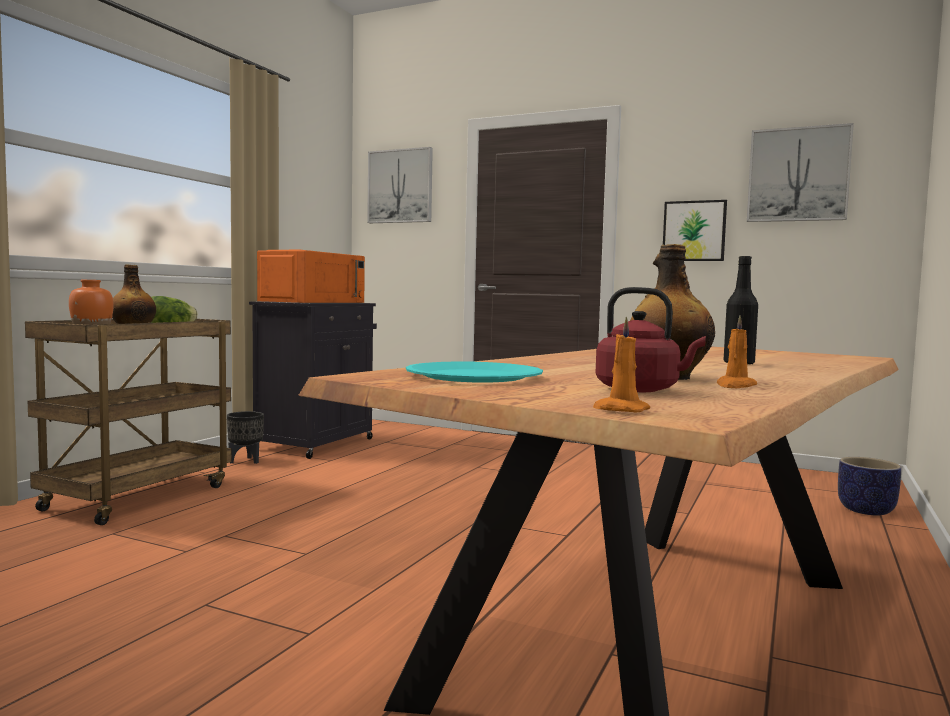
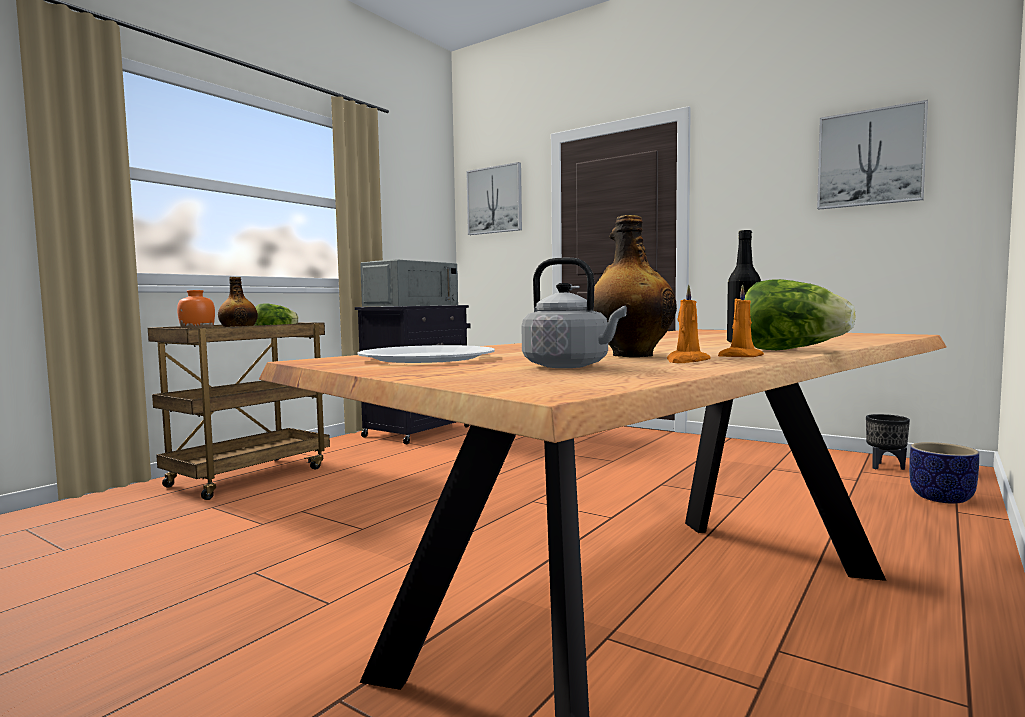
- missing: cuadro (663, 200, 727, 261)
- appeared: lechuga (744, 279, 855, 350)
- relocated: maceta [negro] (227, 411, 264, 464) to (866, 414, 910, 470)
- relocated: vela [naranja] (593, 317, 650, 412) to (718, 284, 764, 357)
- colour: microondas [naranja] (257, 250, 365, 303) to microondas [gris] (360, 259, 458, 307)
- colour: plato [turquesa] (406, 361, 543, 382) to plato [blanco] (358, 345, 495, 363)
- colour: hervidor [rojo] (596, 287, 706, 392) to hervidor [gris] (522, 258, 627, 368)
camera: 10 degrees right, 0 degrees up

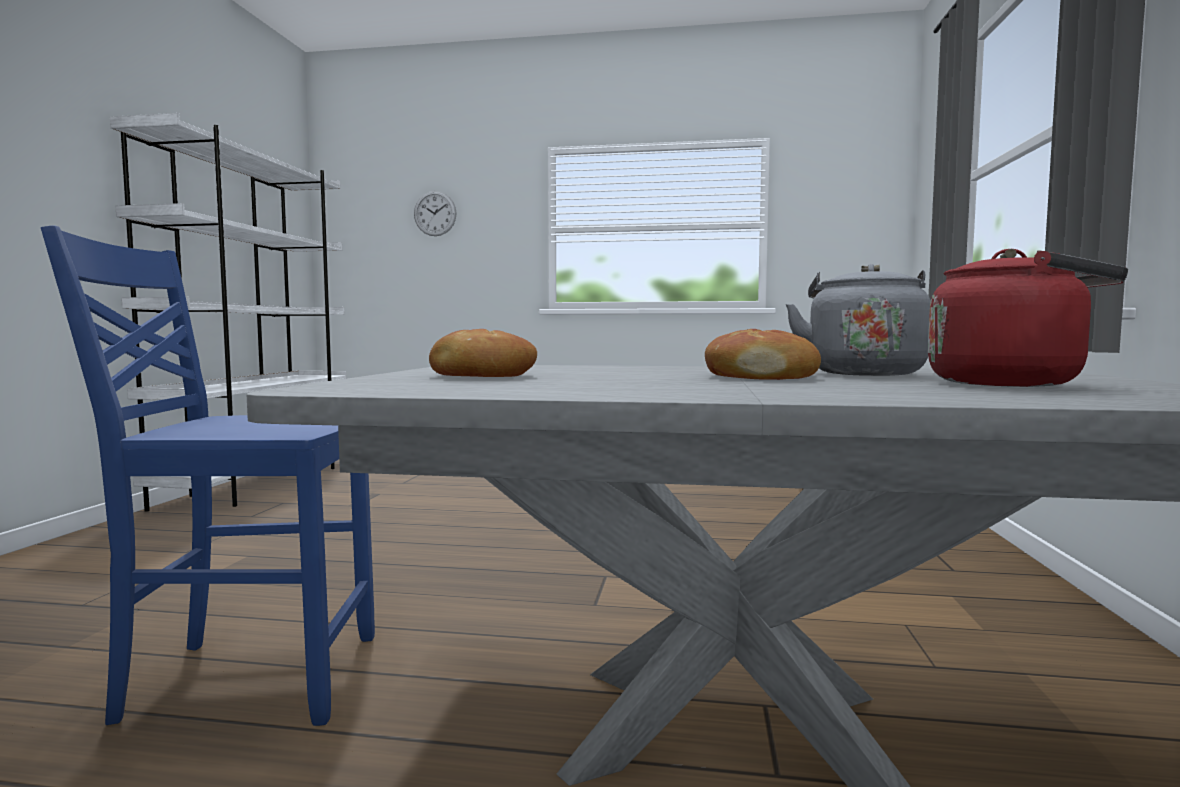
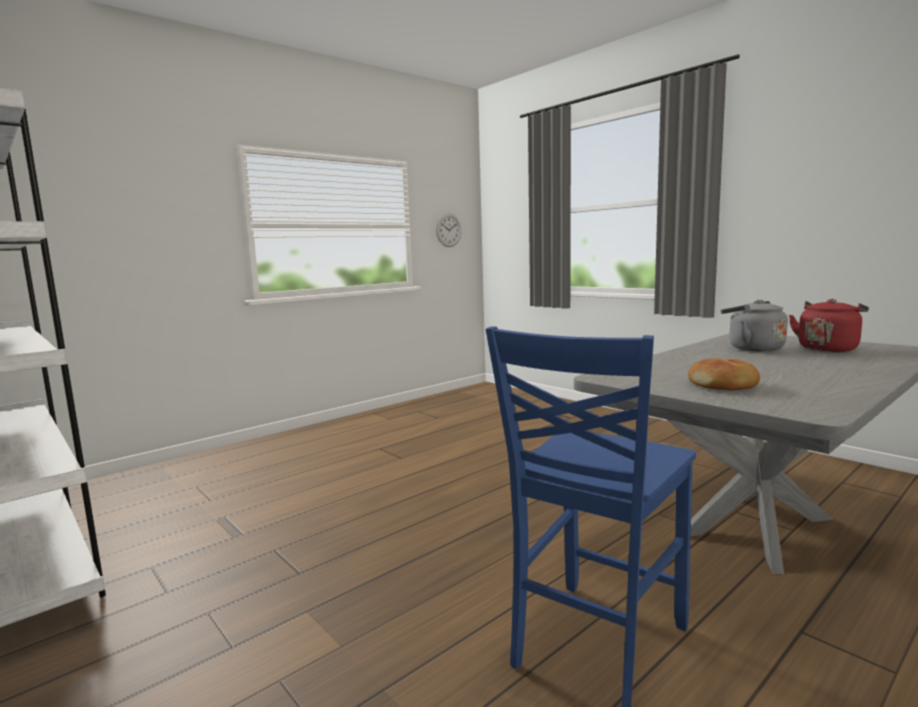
- missing: pan (705, 329, 821, 380)
- relocated: reloj de pared (414, 191, 457, 236) to (436, 213, 461, 247)
camera: 50 degrees left, 5 degrees up

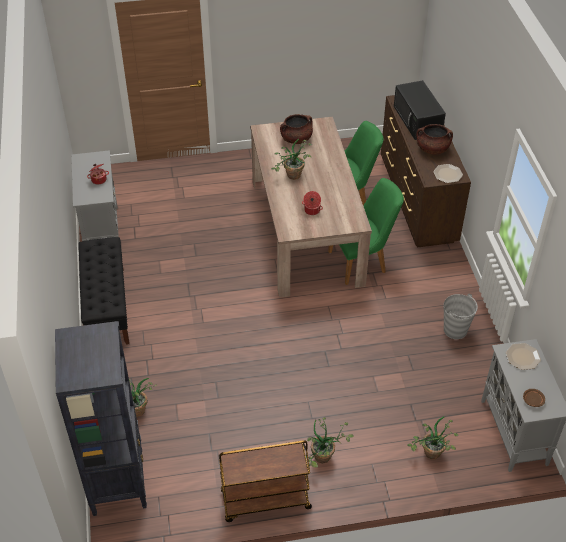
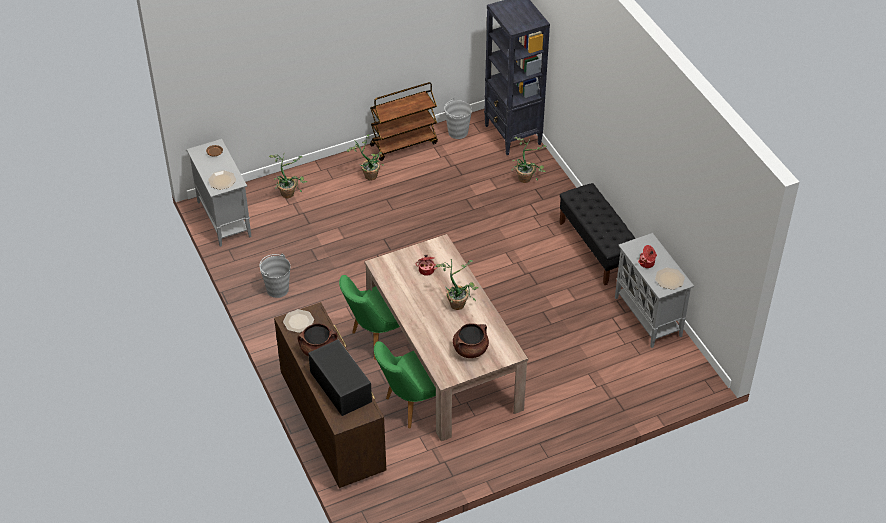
- appeared: cubo [gris] (444, 98, 472, 139)
- appeared: plato (655, 268, 685, 290)
camera: 165 degrees right, 0 degrees up

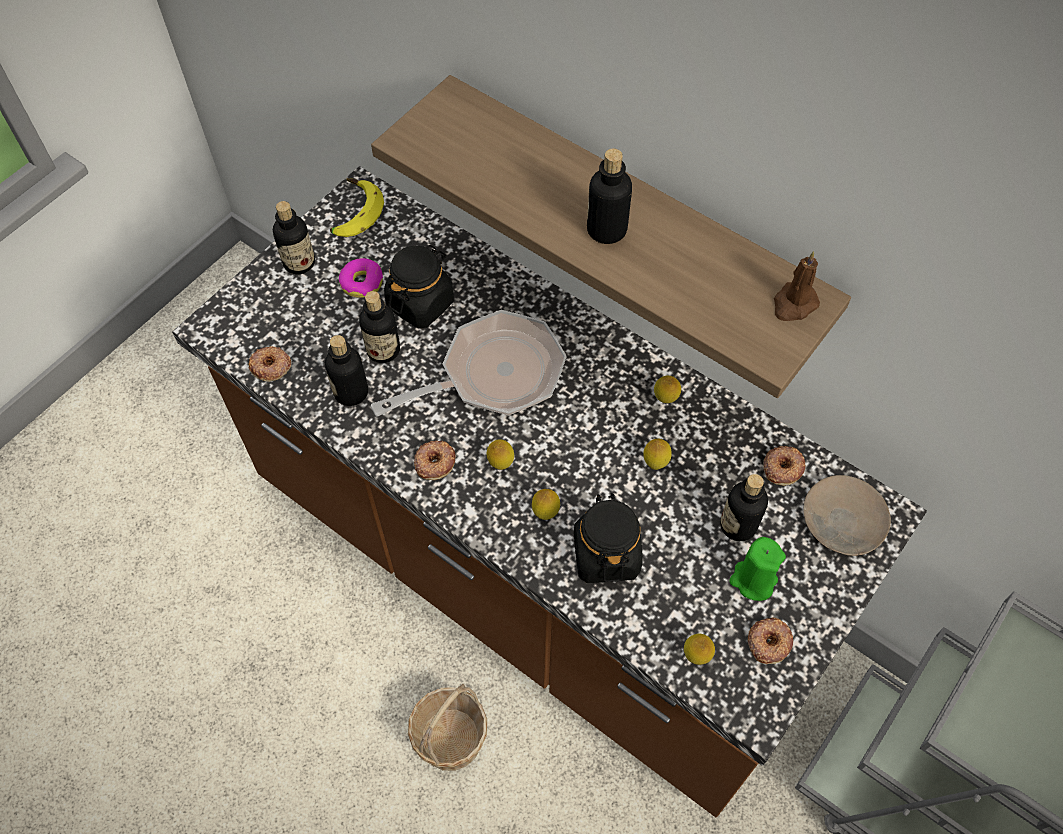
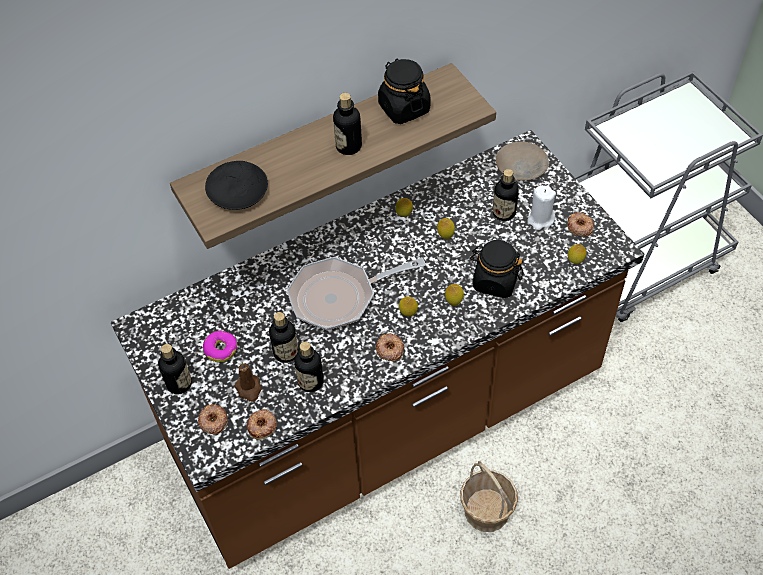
- missing: plátano (330, 178, 384, 237)
- appeared: plato [negro] (205, 161, 268, 210)
- relocated: tarro [negro] (384, 245, 454, 328) to (378, 58, 430, 124)
- relocated: rosquilla (763, 446, 806, 486) to (198, 404, 228, 435)
- relocated: vela [marrón] (774, 251, 820, 321) to (234, 362, 261, 402)
- colour: vela [verde] (729, 537, 786, 601) to vela [blanco] (527, 186, 556, 230)
- spun: sartén (371, 310, 567, 417) = (287, 257, 426, 330) 105 degrees counterclockwise
camera: 65 degrees left, 5 degrees down

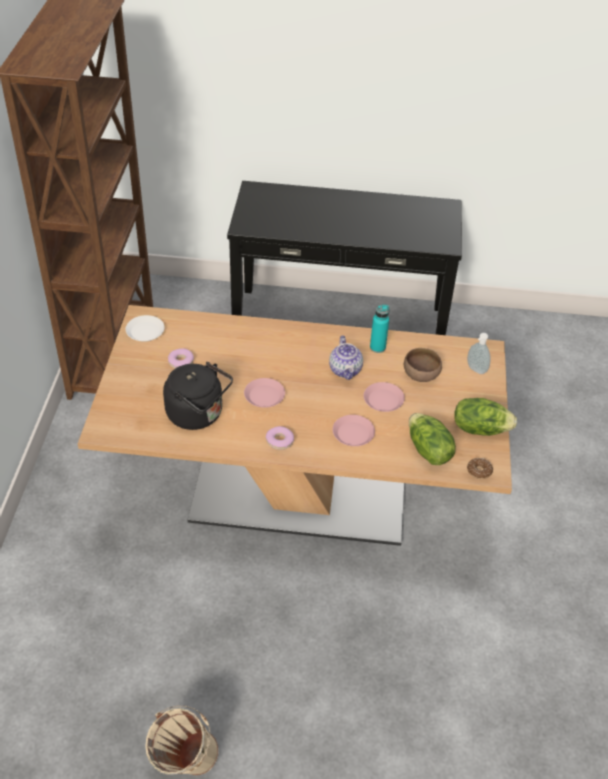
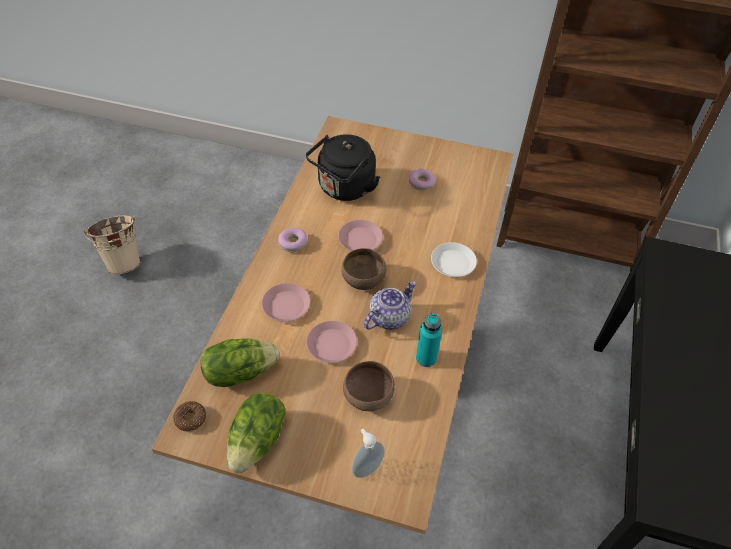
- appeared: cuenco [marrón] (341, 248, 386, 290)
- relocated: plato [blanco] (125, 315, 164, 342) to (431, 242, 477, 277)
- spun: tetera (329, 336, 363, 380) = (364, 281, 416, 330) 135 degrees clockwise
camera: 100 degrees right, 5 degrees up

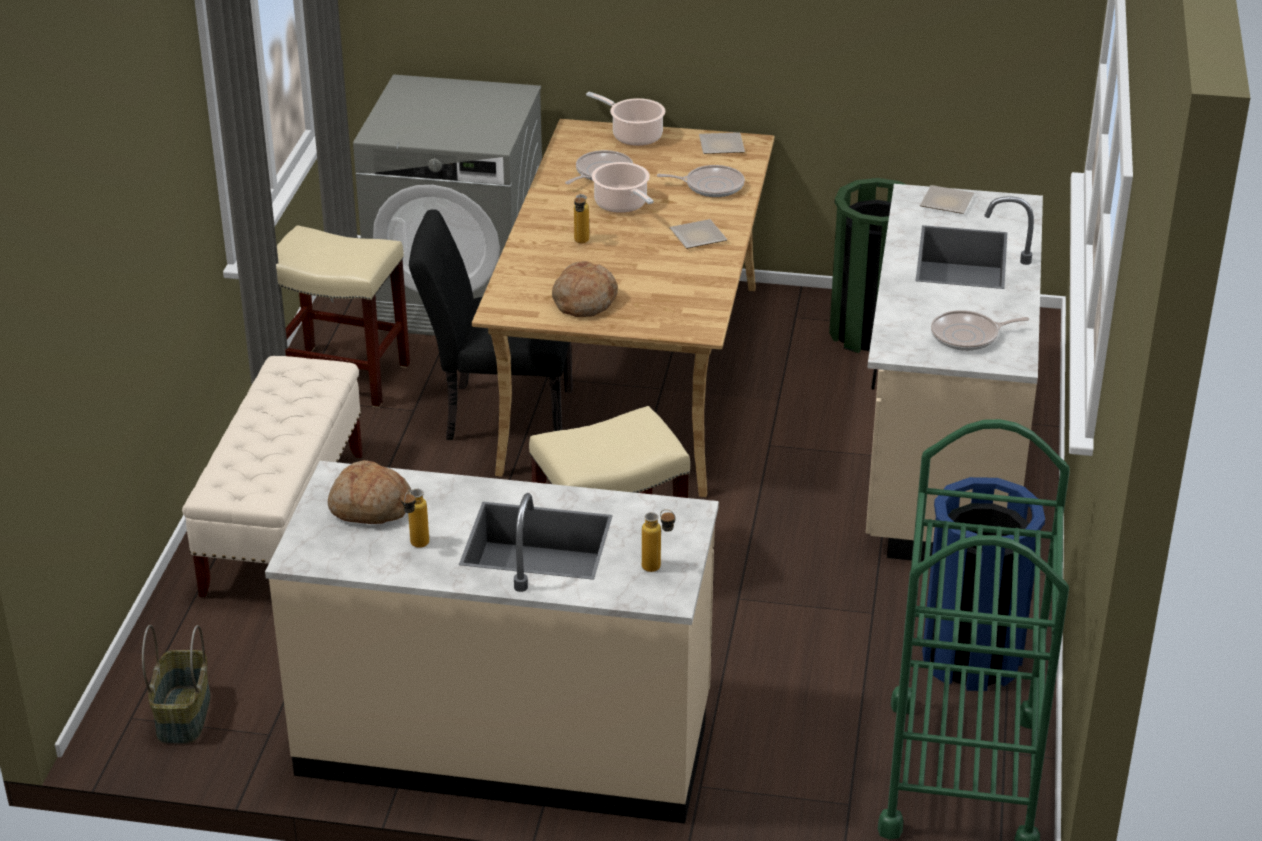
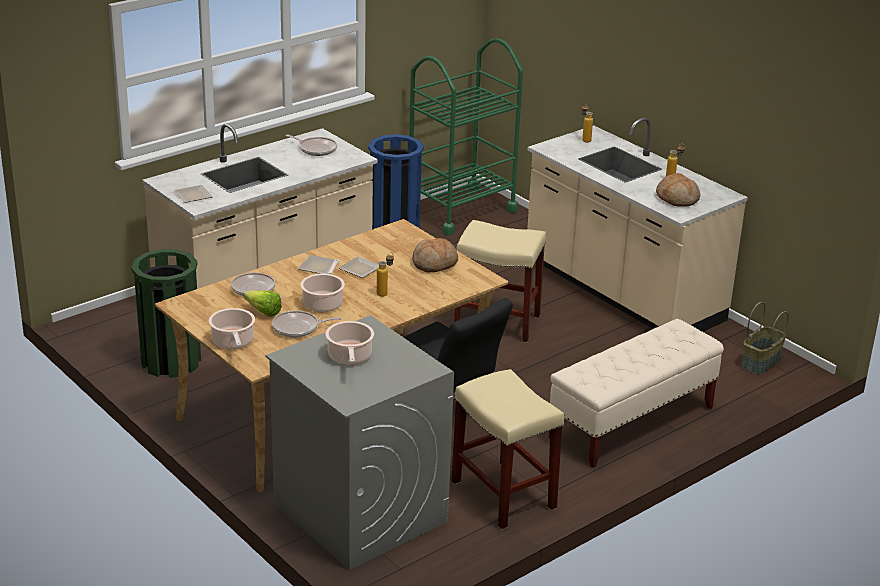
- appeared: lechuga (243, 290, 282, 317)
- appeared: olla (325, 321, 374, 365)
- relocated: plato (699, 132, 745, 154) to (338, 256, 379, 278)
camera: 140 degrees left, 5 degrees down

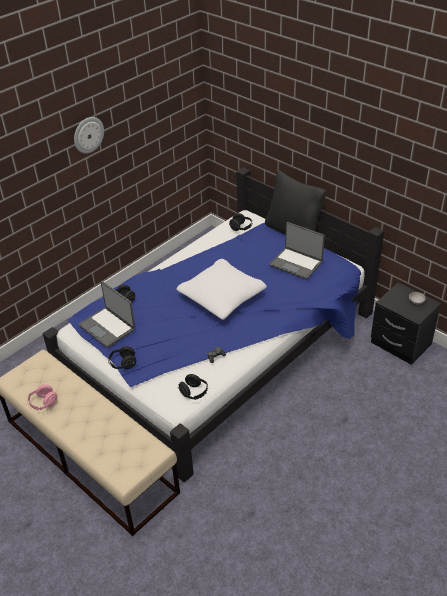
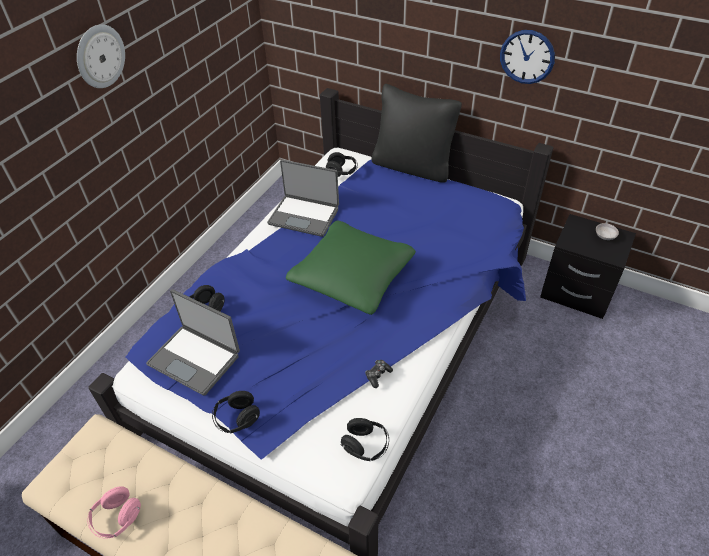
- appeared: reloj de pared (500, 30, 555, 84)
- relocated: portátil (269, 222, 325, 280) to (267, 160, 339, 237)
- colour: cojín [blanco] (177, 259, 267, 320) to cojín [verde] (286, 221, 416, 315)
camera: 15 degrees left, 5 degrees up

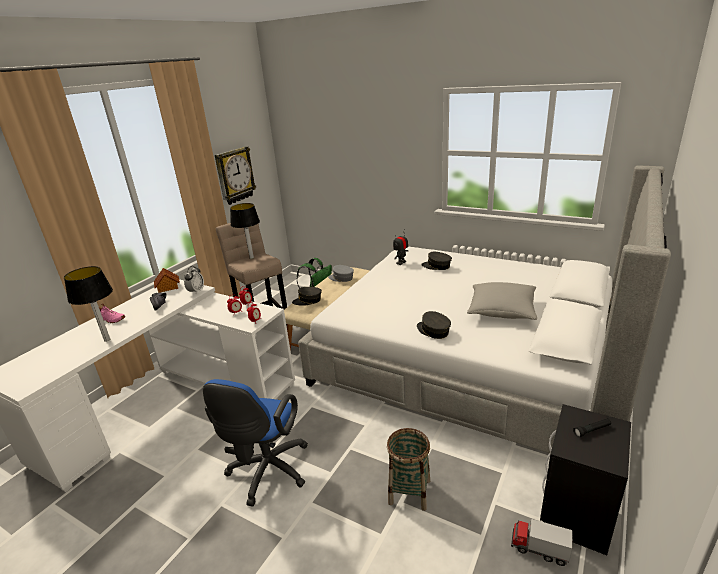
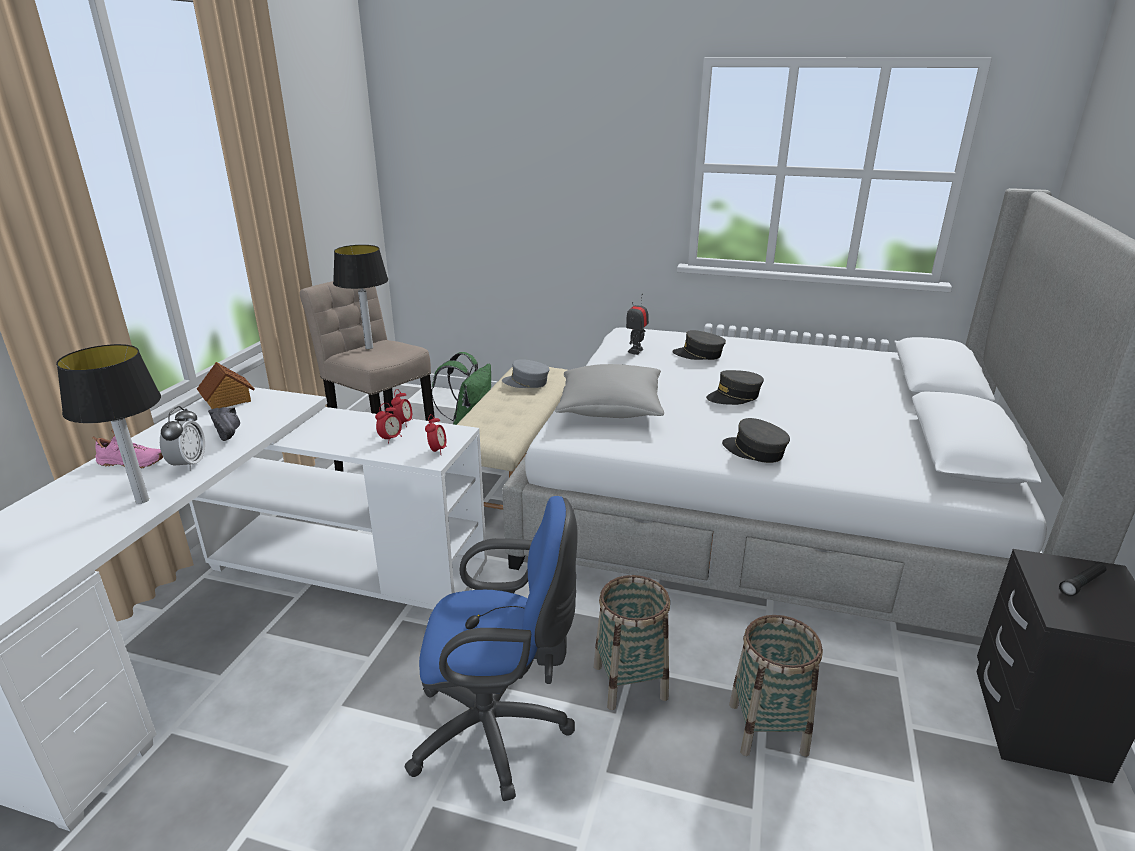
- missing: reloj de pared (215, 146, 256, 205)
- missing: camión de juguete (511, 519, 572, 566)
- appeared: cesta (594, 575, 670, 710)
- relocated: despertador (184, 266, 204, 294) to (160, 406, 205, 471)
- relocated: gorra [gris] (292, 287, 322, 306) to (706, 370, 764, 405)
- relocated: cojín [gris] (467, 282, 537, 320) to (555, 364, 664, 418)
- spun: silla de oficina [azul] (203, 379, 308, 506) = (405, 496, 578, 801) 90 degrees counterclockwise
camera: 15 degrees left, 0 degrees up

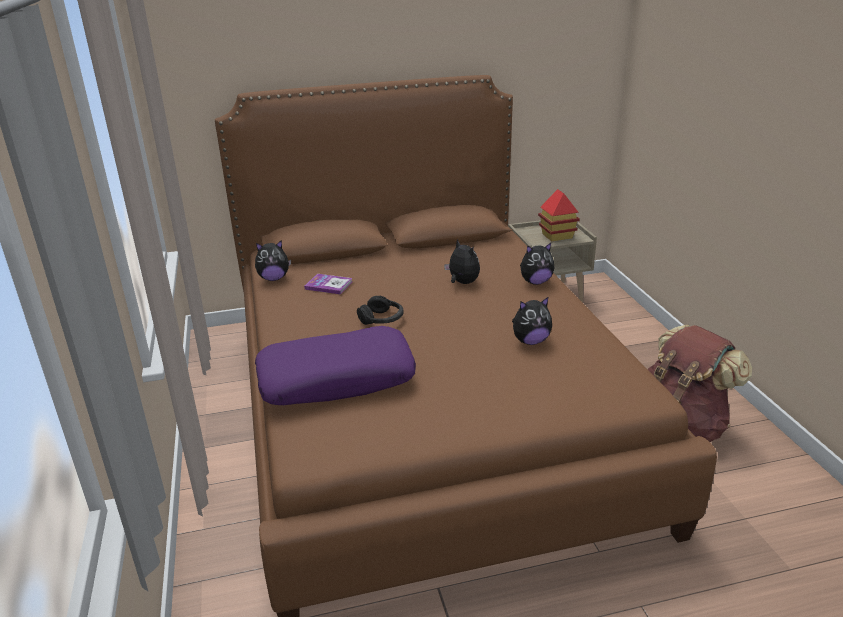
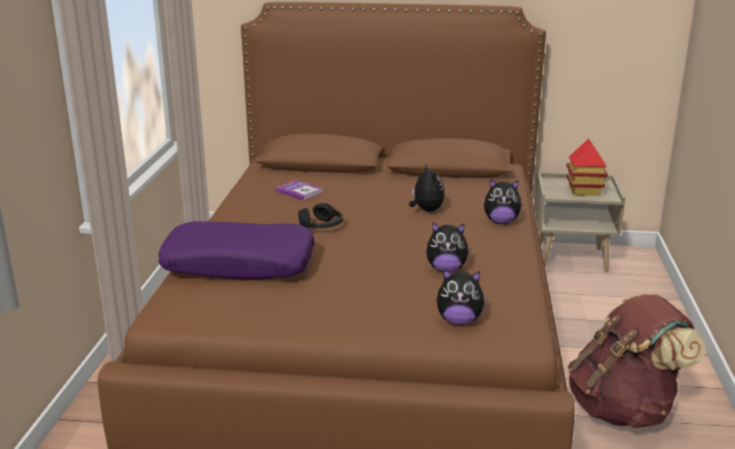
- relocated: peluche (255, 240, 291, 281) to (436, 269, 488, 325)
camera: 20 degrees right, 5 degrees down

